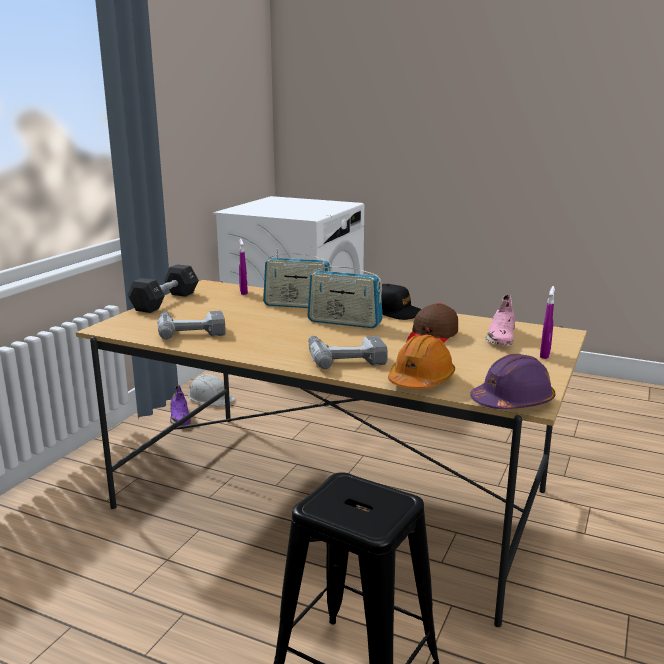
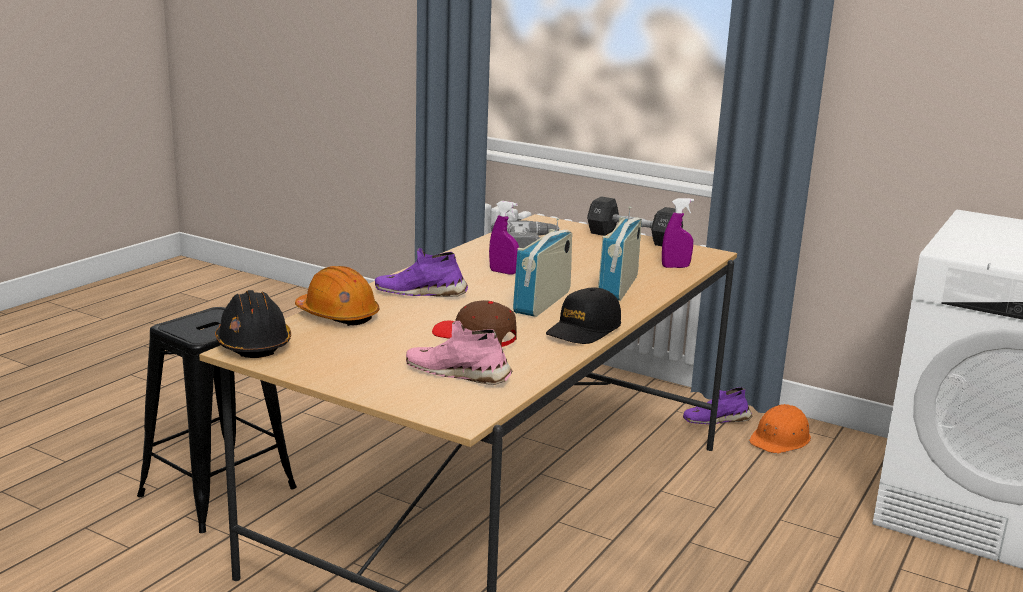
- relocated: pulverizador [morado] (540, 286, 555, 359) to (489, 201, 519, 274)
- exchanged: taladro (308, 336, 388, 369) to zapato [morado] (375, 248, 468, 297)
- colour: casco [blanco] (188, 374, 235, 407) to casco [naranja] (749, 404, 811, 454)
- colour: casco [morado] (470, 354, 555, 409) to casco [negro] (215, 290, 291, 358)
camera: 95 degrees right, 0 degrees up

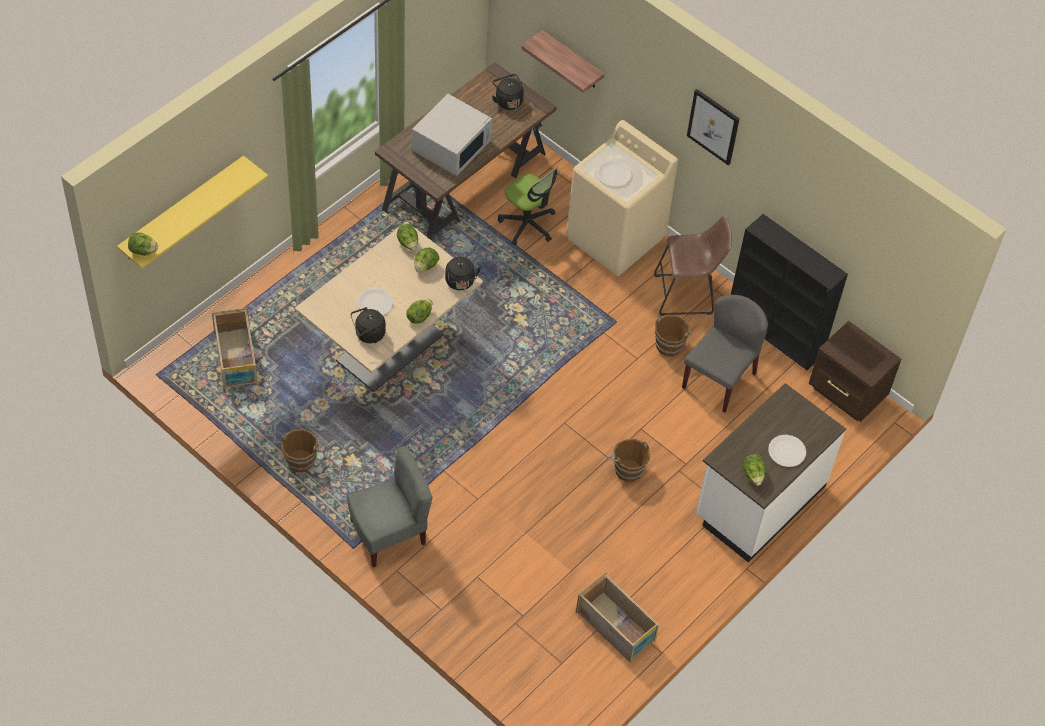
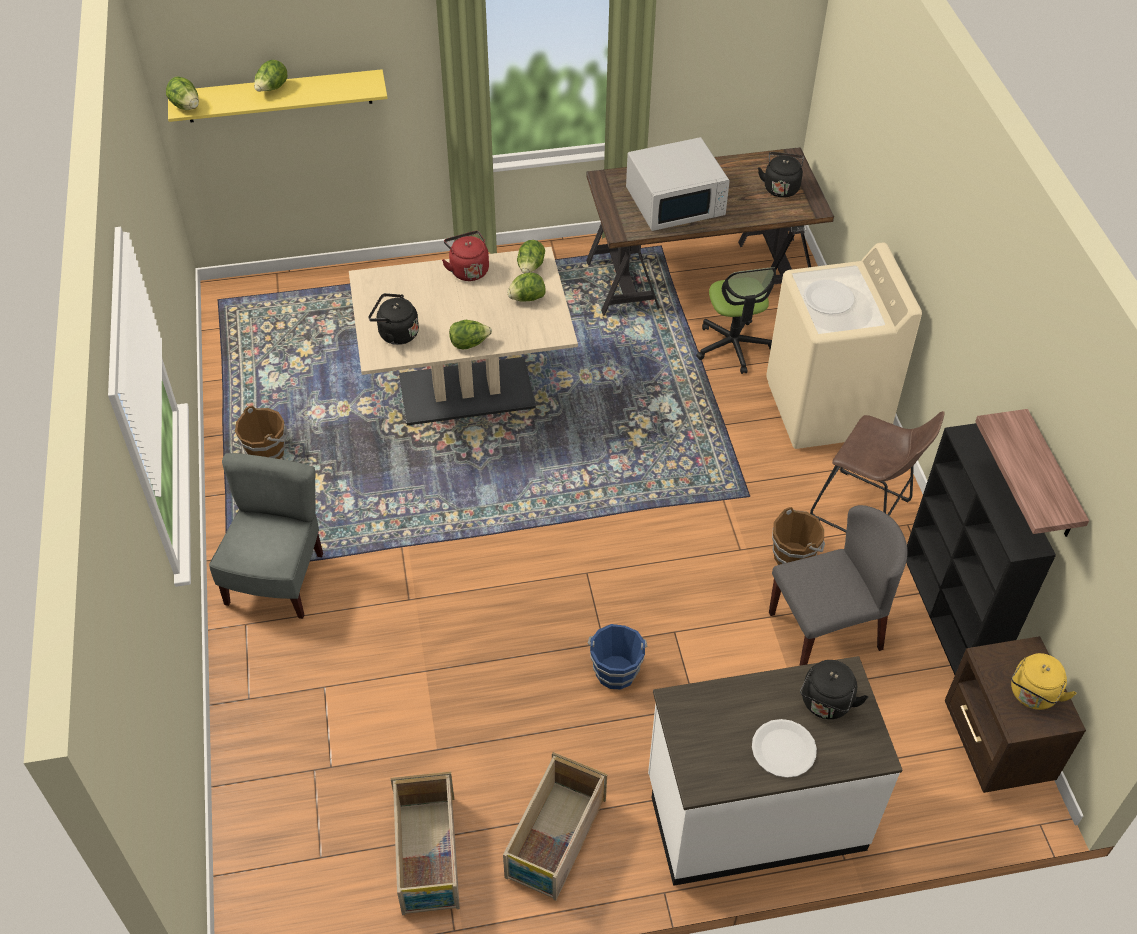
- missing: plato [blanco] (357, 288, 394, 315)
- missing: cuadro (687, 89, 740, 165)
- appeared: hervidor [rojo] (442, 231, 489, 281)
- appeared: hervidor [amarillo] (1011, 653, 1076, 710)
- relocated: caja de embalaje (212, 308, 258, 389) to (503, 752, 607, 901)
- relocated: hervidor [negro] (445, 257, 481, 290) to (800, 660, 868, 719)
- relocated: estante (521, 30, 604, 93) to (975, 409, 1089, 537)
- relocated: lechuga (743, 454, 766, 486) to (254, 60, 287, 91)
- colour: cubo [marrón] (610, 439, 650, 482) to cubo [azul] (588, 624, 647, 689)
- spun: silla [gris] (348, 446, 433, 567) = (209, 453, 323, 619) 90 degrees counterclockwise
camera: 40 degrees right, 5 degrees down

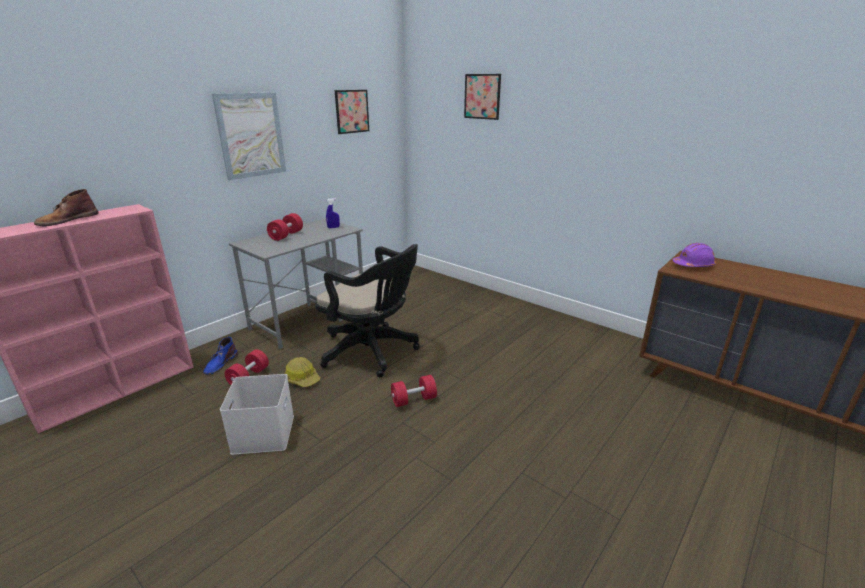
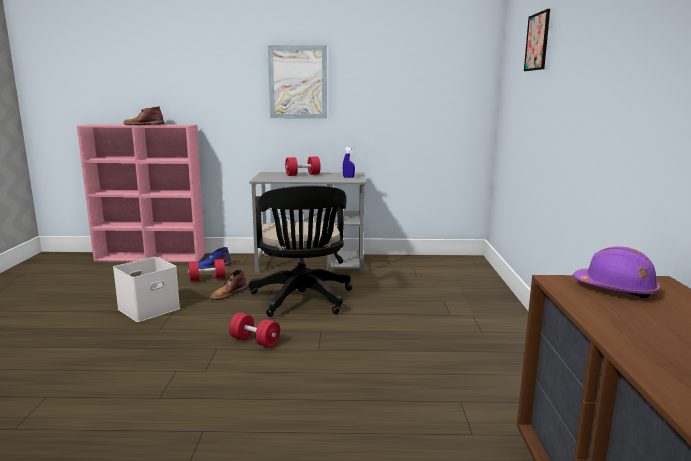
- missing: cuadro (335, 90, 369, 134)
- exchanged: casco (285, 357, 320, 387) to bota [marrón] (210, 269, 247, 300)
camera: 50 degrees right, 10 degrees down

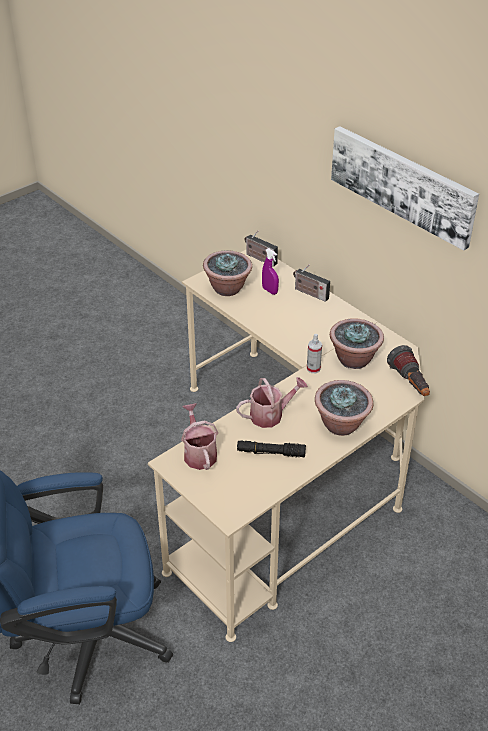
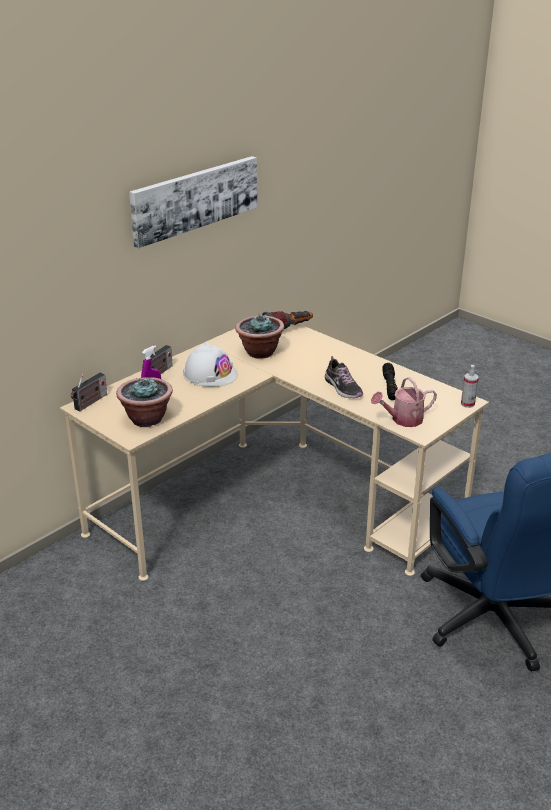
- missing: planta en maceta (315, 380, 373, 436)
- appeared: casco [blanco] (183, 343, 238, 387)
- relocated: pulverizador (307, 334, 322, 373) to (461, 365, 479, 408)
- exchanged: regadera (236, 377, 308, 428) to zapato (325, 356, 363, 398)
camera: 95 degrees left, 10 degrees down

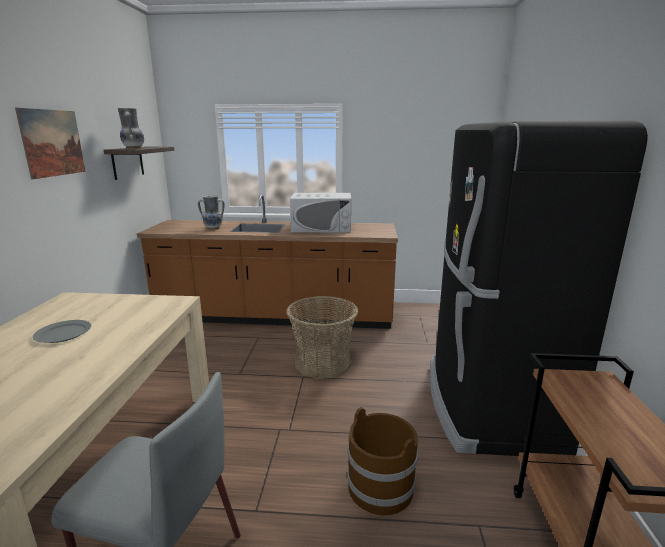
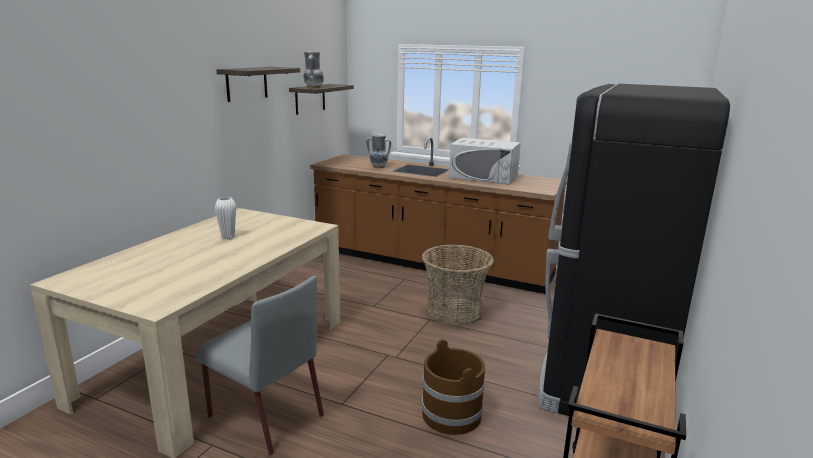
- exchanged: cuadro (15, 108, 85, 179) to estante (216, 67, 300, 102)
- exchanged: plato [gris] (33, 320, 91, 343) to florero [blanco] (215, 197, 236, 239)
camera: 20 degrees right, 0 degrees up

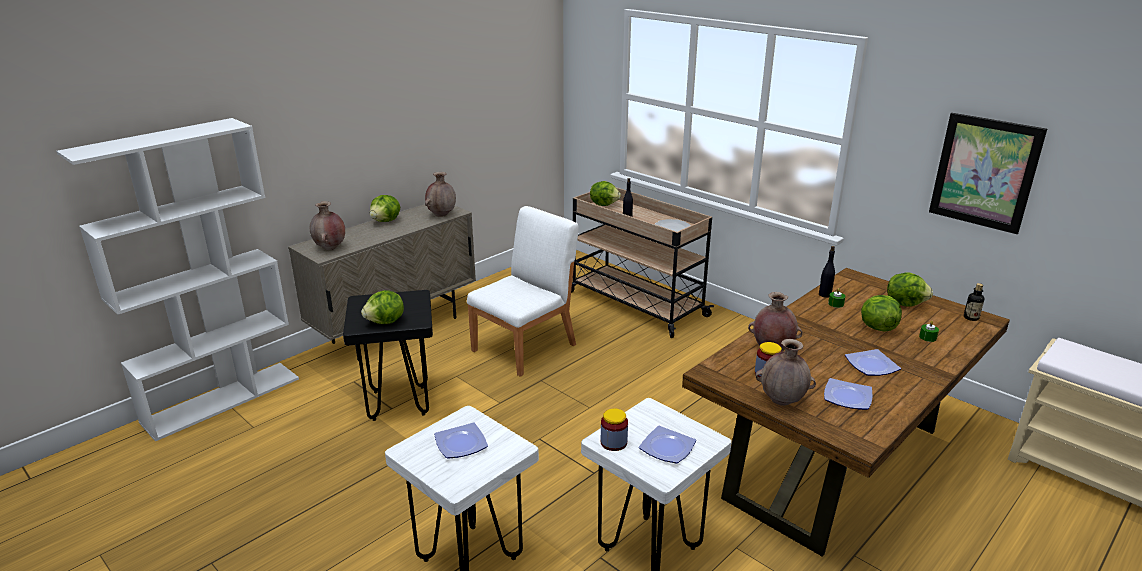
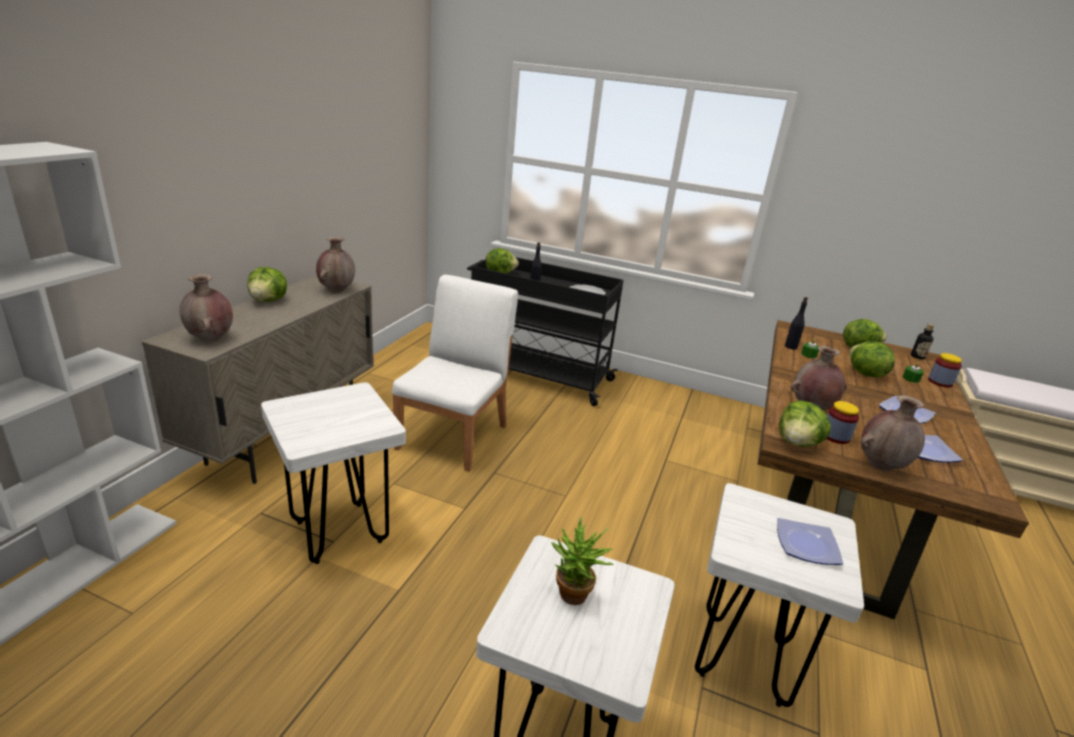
- missing: cuadro (929, 113, 1047, 234)
- relocated: lechuga (361, 290, 404, 324) to (779, 401, 831, 447)
- relocated: tarro (601, 409, 628, 451) to (928, 353, 962, 388)
- exchanged: plato (434, 422, 488, 459) to planta en maceta (551, 516, 614, 605)
- colour: taburete [negro] (343, 290, 433, 421) to taburete [blanco] (261, 382, 406, 564)
- colour: carrito [beis] (571, 187, 714, 338) to carrito [negro] (467, 257, 624, 406)
camera: 25 degrees left, 0 degrees up

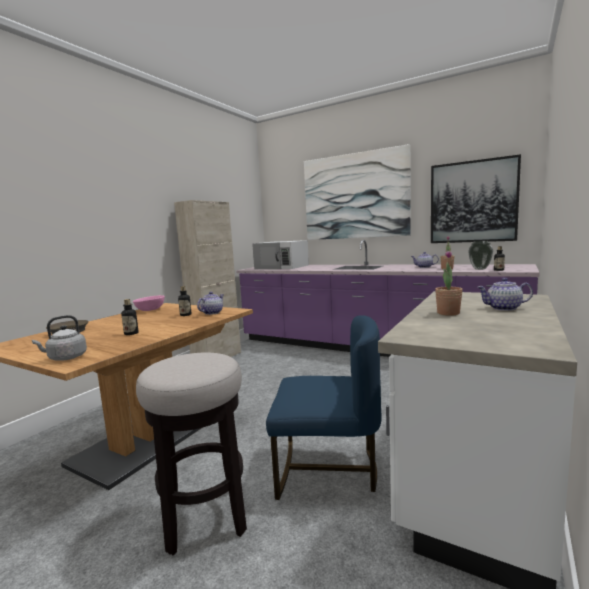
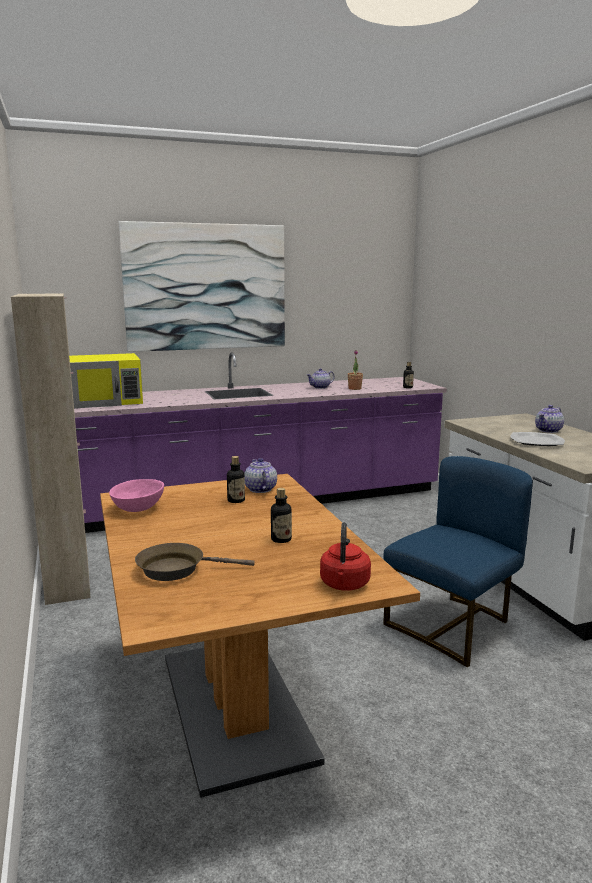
- missing: taburete (136, 353, 247, 556)
- missing: cuadro (431, 154, 521, 243)
- missing: florero (468, 241, 493, 270)
- exchanged: planta en maceta (435, 250, 463, 316) to plato (510, 432, 565, 446)
- colour: hervidor [gris] (32, 315, 87, 360) to hervidor [rojo] (320, 522, 371, 591)
- colour: microondas [blanco] (252, 240, 309, 269) to microondas [amarillo] (69, 353, 143, 409)
camera: 50 degrees left, 5 degrees up

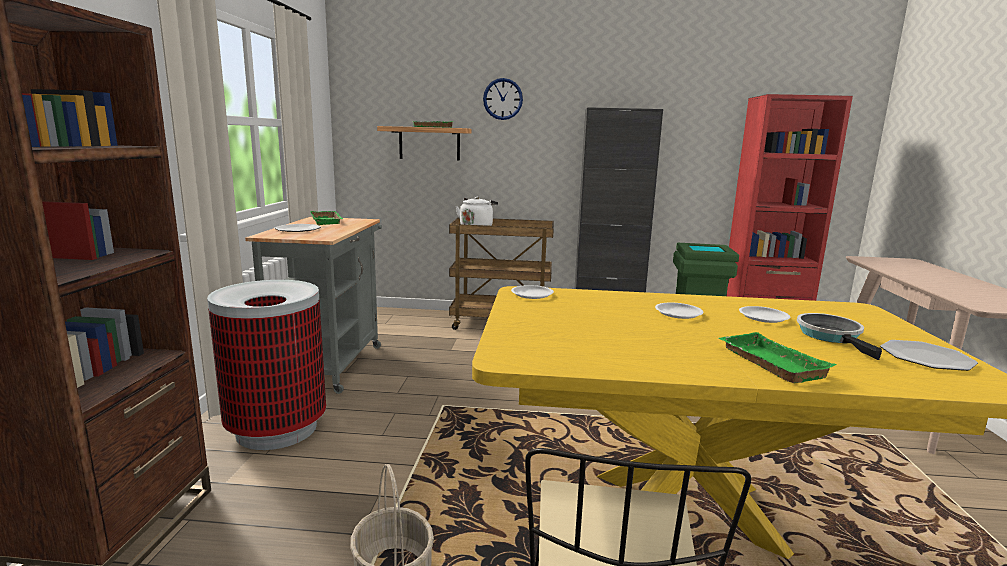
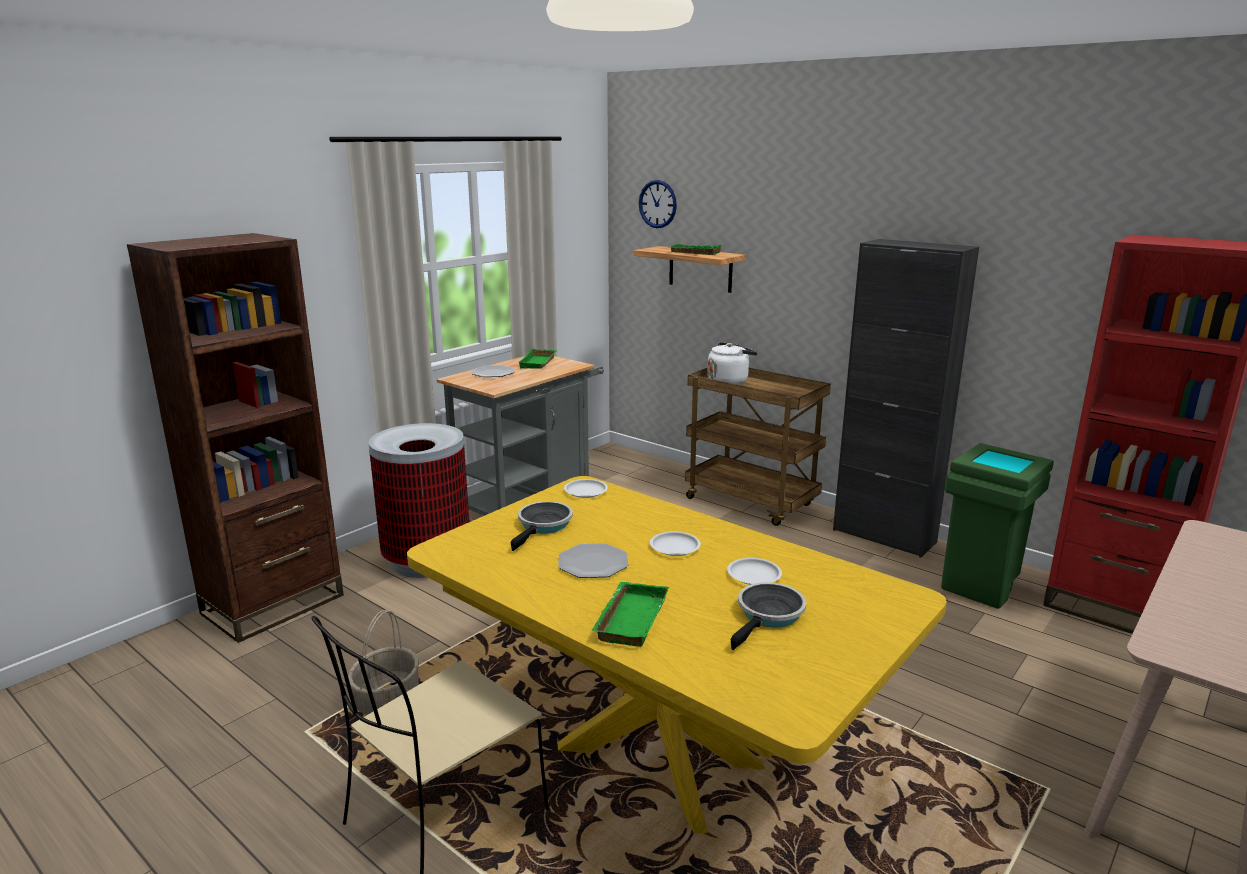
- appeared: sartén (511, 501, 573, 551)
- relocated: reloj de pared (483, 78, 523, 120) to (639, 180, 677, 228)
- relocated: plato (880, 340, 978, 371) to (558, 543, 628, 578)
camera: 35 degrees right, 5 degrees up

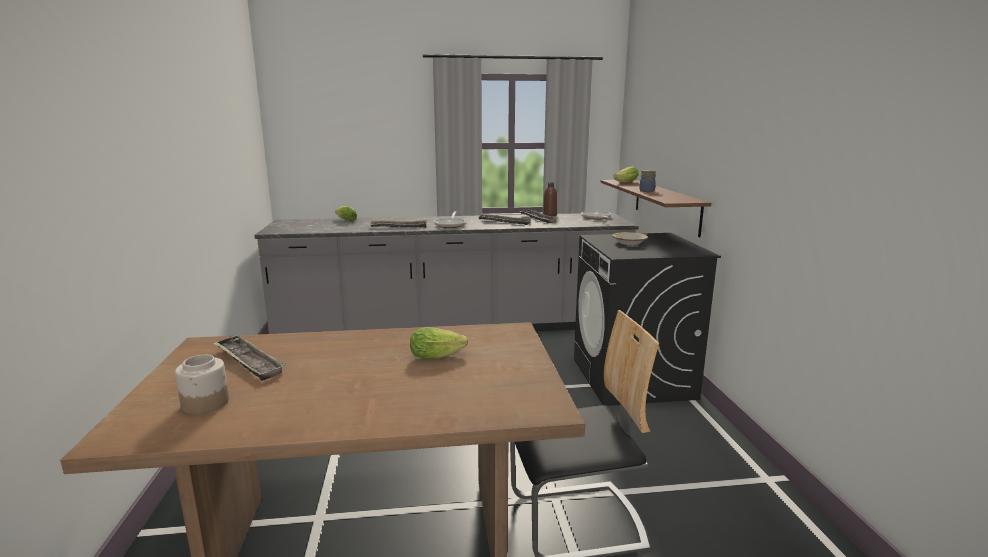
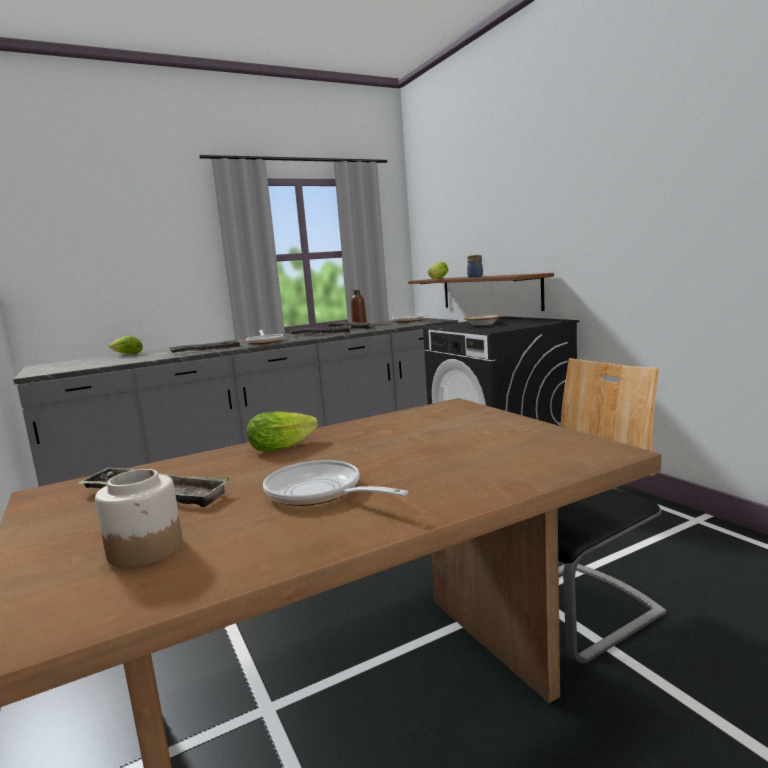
- appeared: sartén (263, 460, 408, 506)
- relocated: lechuga (410, 327, 468, 359) to (247, 411, 318, 452)
camera: 20 degrees left, 5 degrees down

